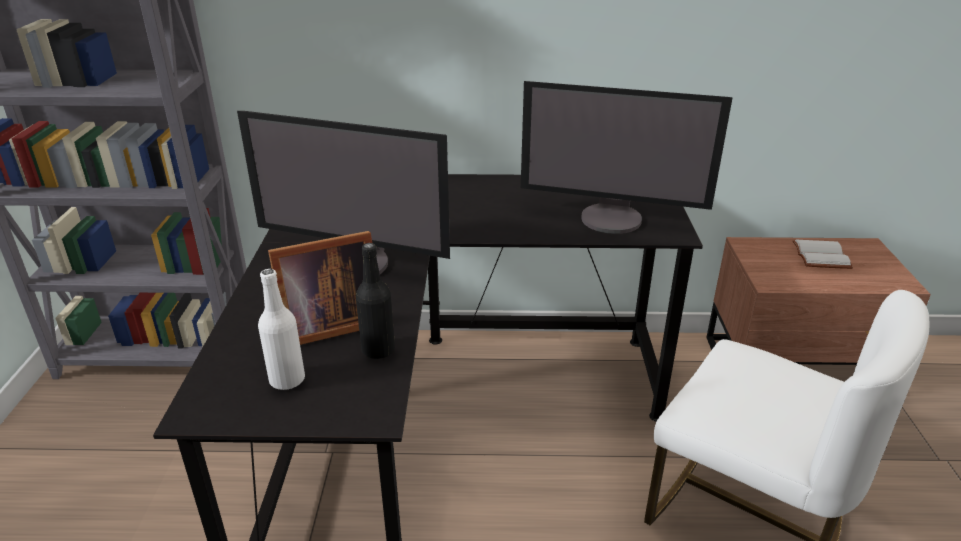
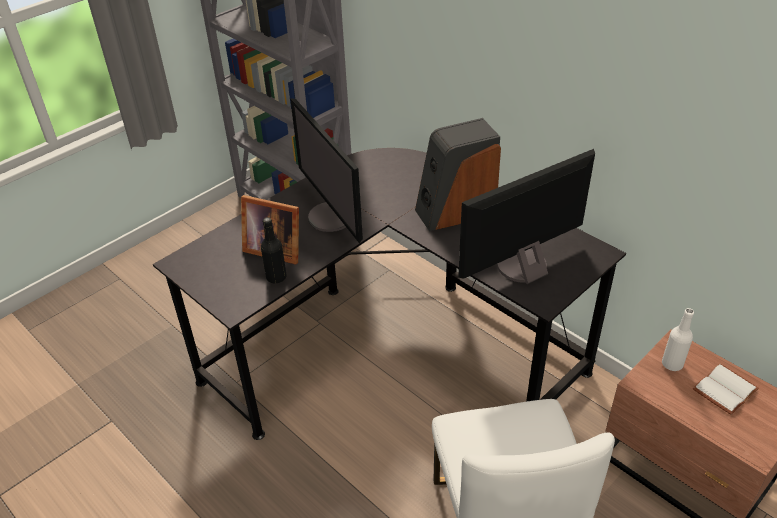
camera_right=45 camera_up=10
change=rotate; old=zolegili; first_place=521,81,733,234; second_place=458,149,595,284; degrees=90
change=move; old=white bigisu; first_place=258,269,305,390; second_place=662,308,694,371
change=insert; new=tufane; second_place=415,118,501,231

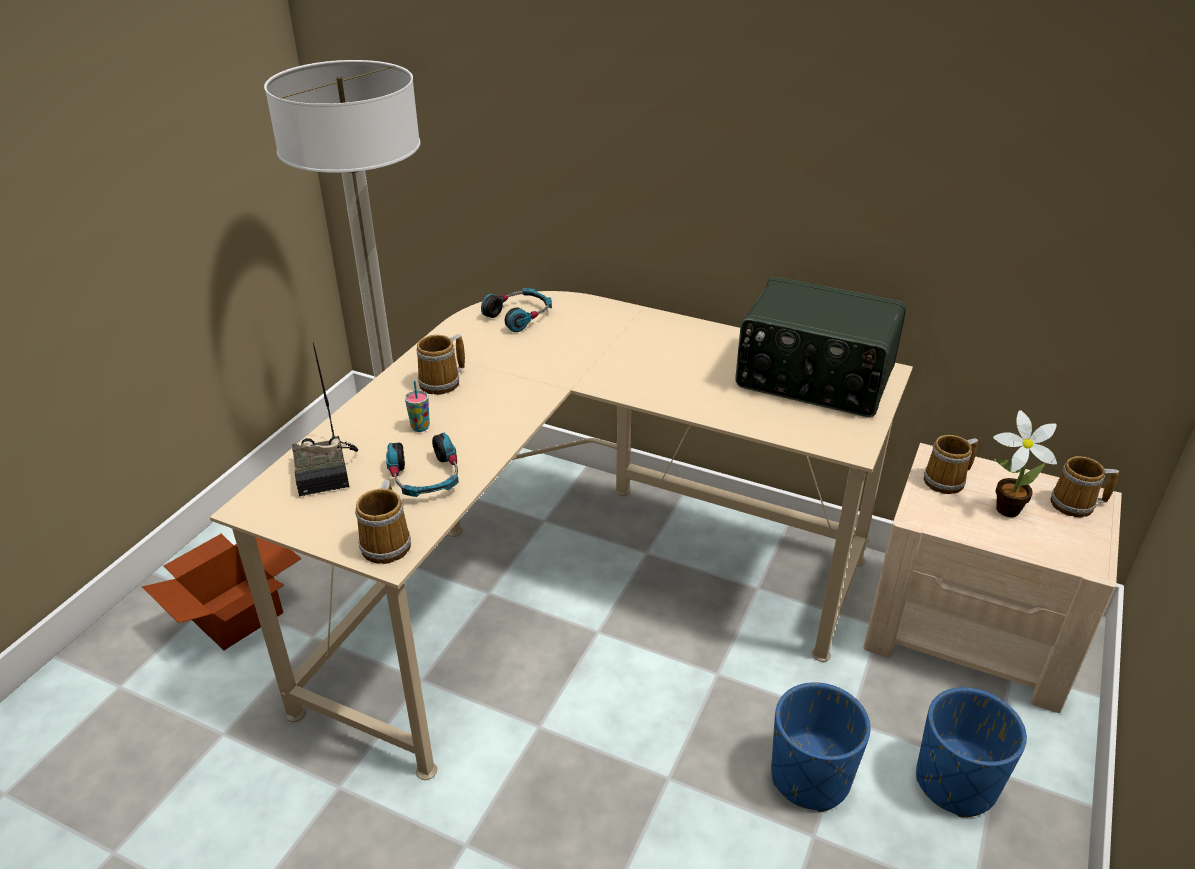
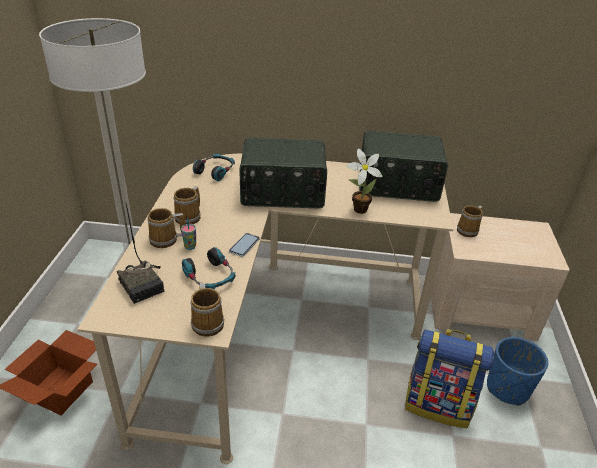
camera_right=-20 camera_up=0
change=move; old=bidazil; first_place=993,410,1057,517; second_place=346,149,383,214
change=move; old=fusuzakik; first_place=1051,456,1119,517; second_place=147,208,185,248
change=replace; old=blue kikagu; new=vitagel; first_place=771,682,871,812; second_place=405,329,494,428
change=insert; new=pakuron; second_place=239,138,327,208
change=insert; new=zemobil; second_place=229,233,260,257

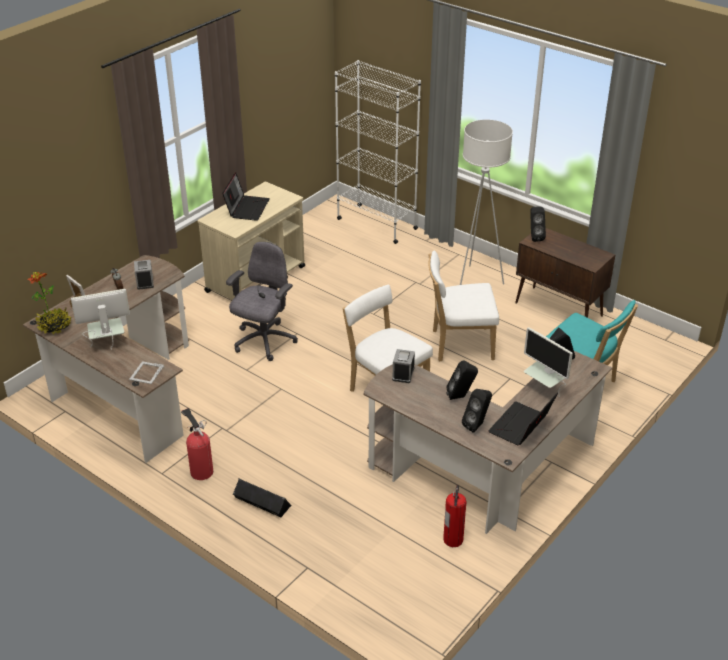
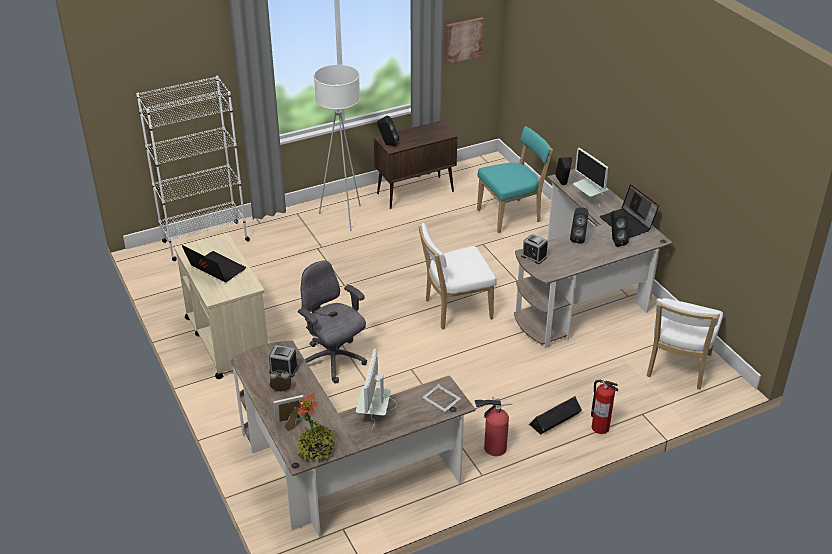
camera_right=-65 camera_up=0
change=move; old=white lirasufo; first_place=428,250,499,362; second_place=647,298,723,390
change=rotate; old=zolegili; first_place=524,327,573,397; second_place=573,148,608,207; degrees=75
change=move; old=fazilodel; first_place=443,485,467,547; second_place=591,380,618,434
change=insert; new=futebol; second_place=445,17,484,64

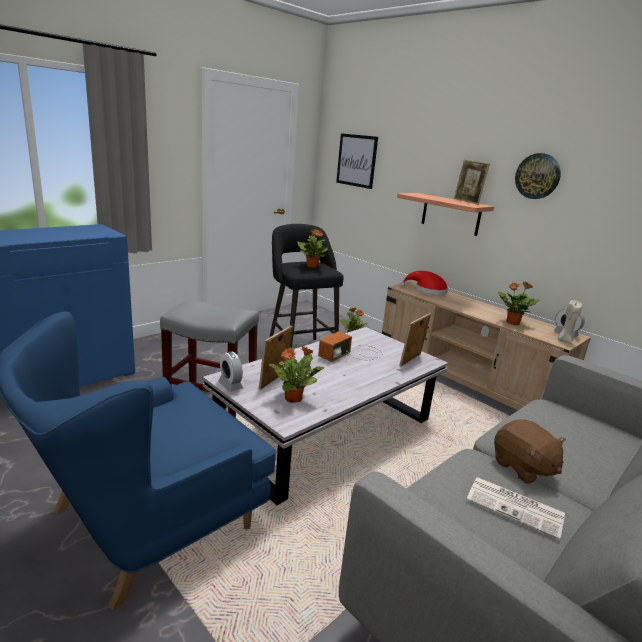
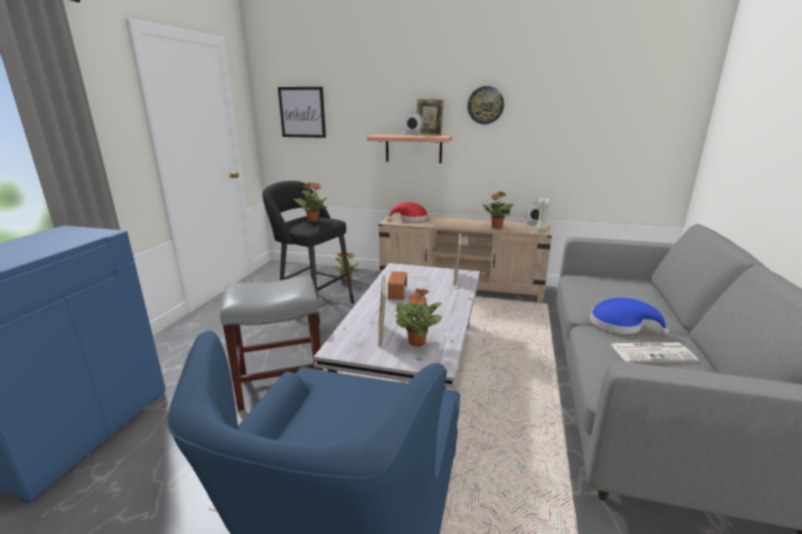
camera_right=-30 camera_up=0
change=move; old=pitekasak; first_place=218,351,243,392; second_place=403,112,424,136
change=replace; old=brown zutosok; new=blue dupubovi; first_place=494,419,566,484; second_place=590,298,669,335

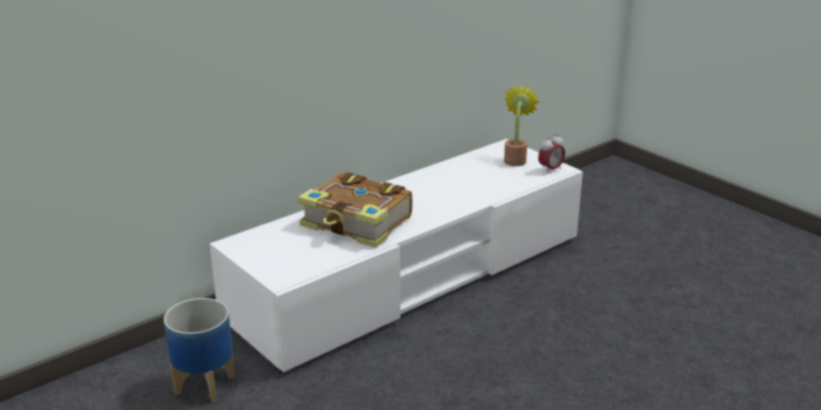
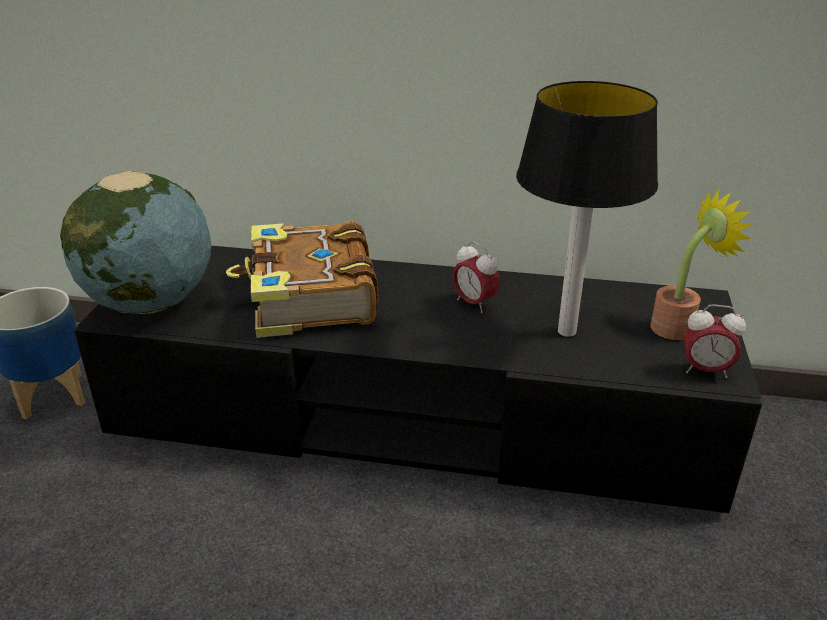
camera_right=50 camera_up=5
change=recolor; old=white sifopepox; new=black sifopepox; first_place=210,139,583,374; second_place=74,246,762,513
change=insert; new=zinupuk; second_place=516,81,658,337
change=insert; new=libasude; second_place=60,171,211,314
change=insert; new=pitekasak; second_place=452,241,500,313

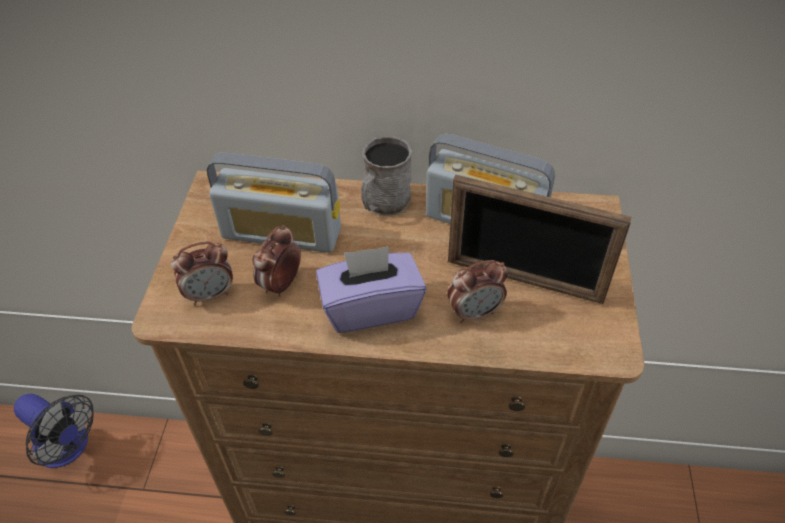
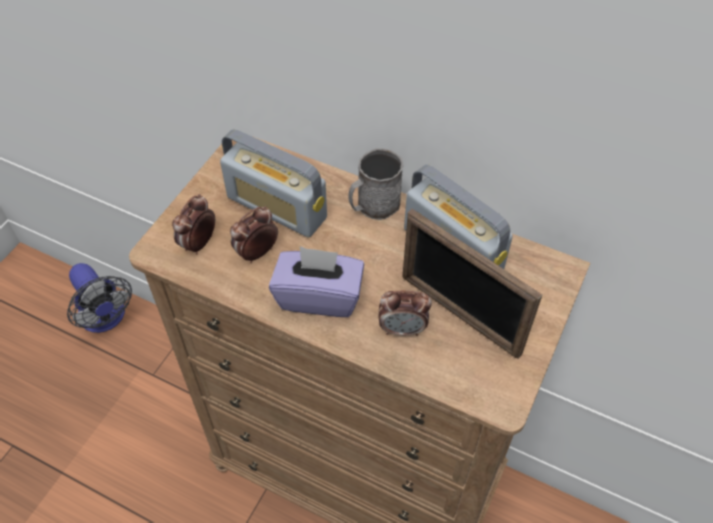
camera_right=20 camera_up=5
change=rotate; old=pitekasak; first_place=171,241,233,305; second_place=172,194,215,254; degrees=120

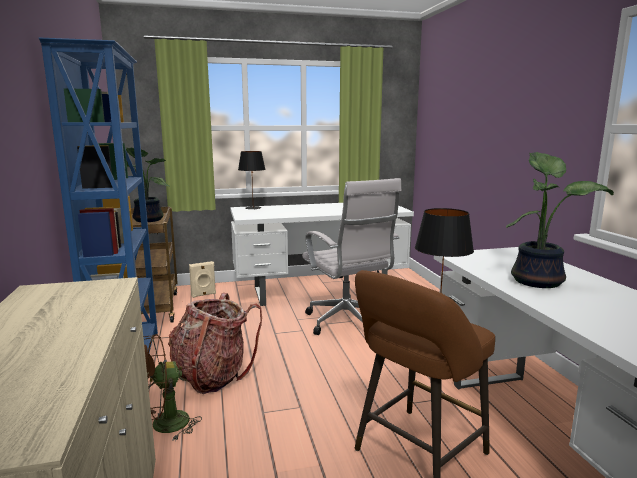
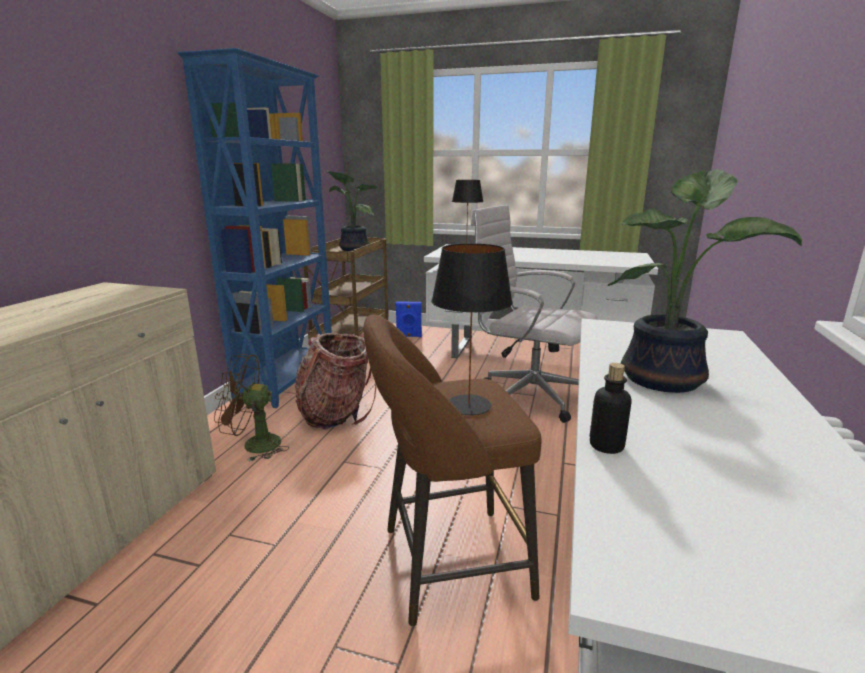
camera_right=30 camera_up=5
change=rotate; old=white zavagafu; first_place=302,178,401,335; second_place=471,205,597,423; degrees=120
change=recolor; old=beige tufane; new=blue tufane; first_place=189,261,216,298; second_place=395,302,422,337
change=insert; new=bigisu; second_place=589,363,632,454

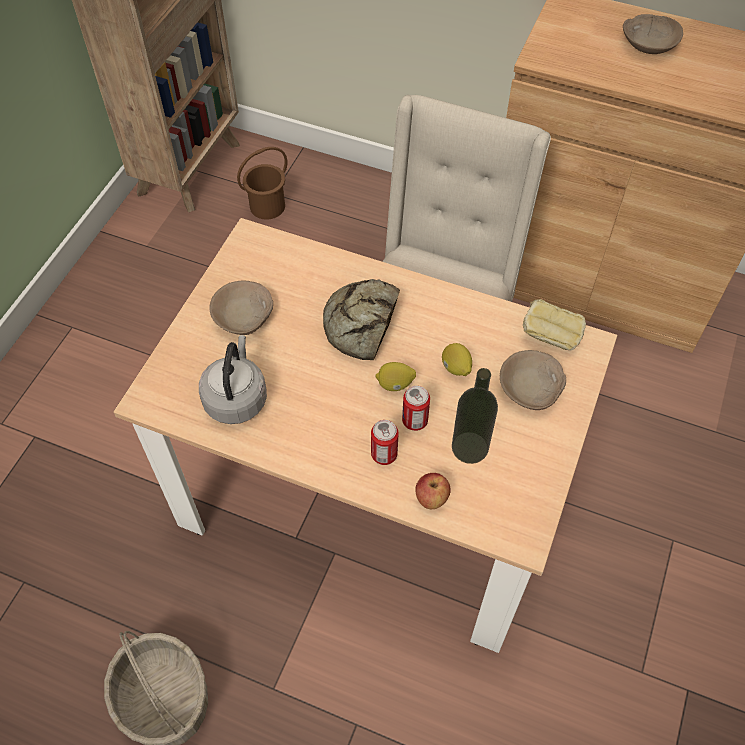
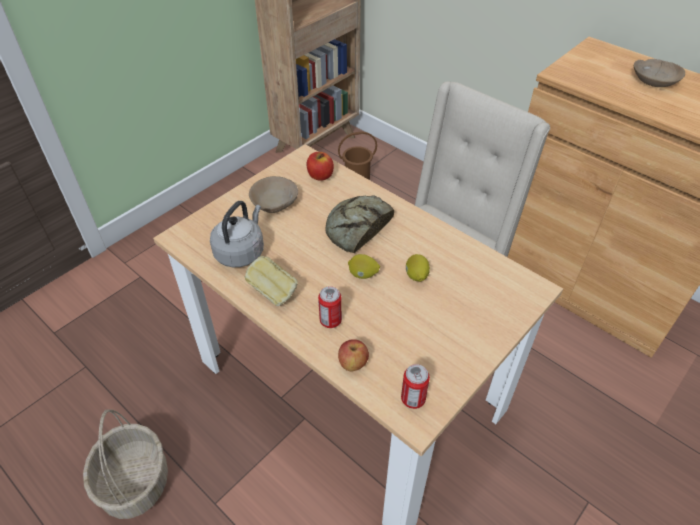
camera_right=20 camera_up=-10
change=move; old=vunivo; first_place=523,299,586,351; second_place=245,256,298,306
change=delete; old=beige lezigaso; first_place=500,350,566,410
change=delete; old=bigisu; first_place=452,368,498,464
change=move; old=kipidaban; first_place=402,386,430,431; second_place=401,364,430,409
change=insert; new=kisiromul; second_place=307,152,334,181

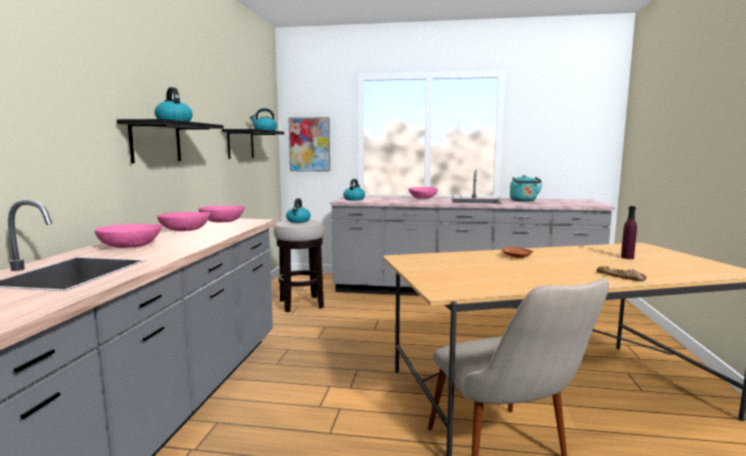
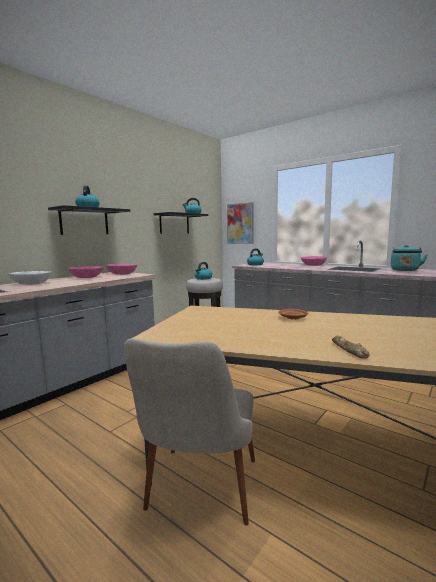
camera_right=30 camera_up=0
change=delete; old=purple bigisu; first_place=621,206,637,259
change=recolor; old=pink lezigaso; new=white lezigaso; first_place=95,224,162,248; second_place=9,271,52,285

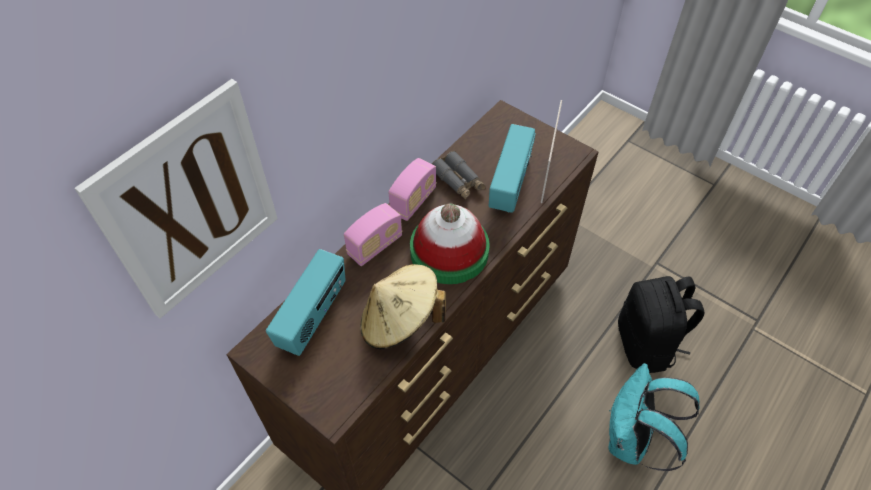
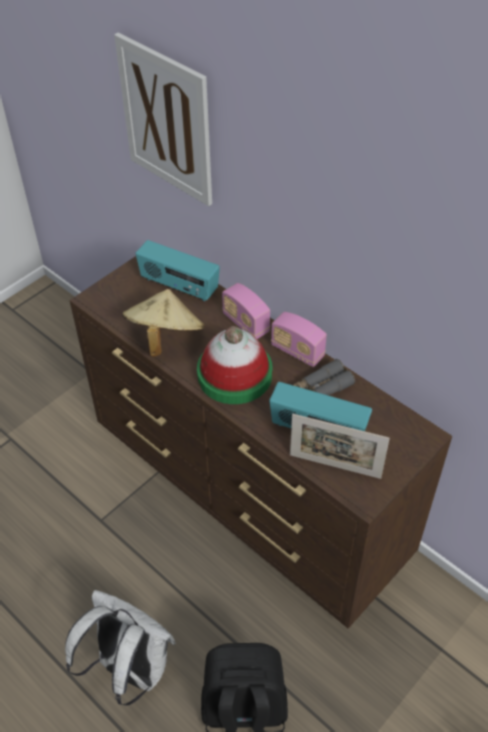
camera_right=95 camera_up=-5
change=recolor; old=turquoise vitagel; new=white vitagel; first_place=608,363,700,471; second_place=65,590,176,705

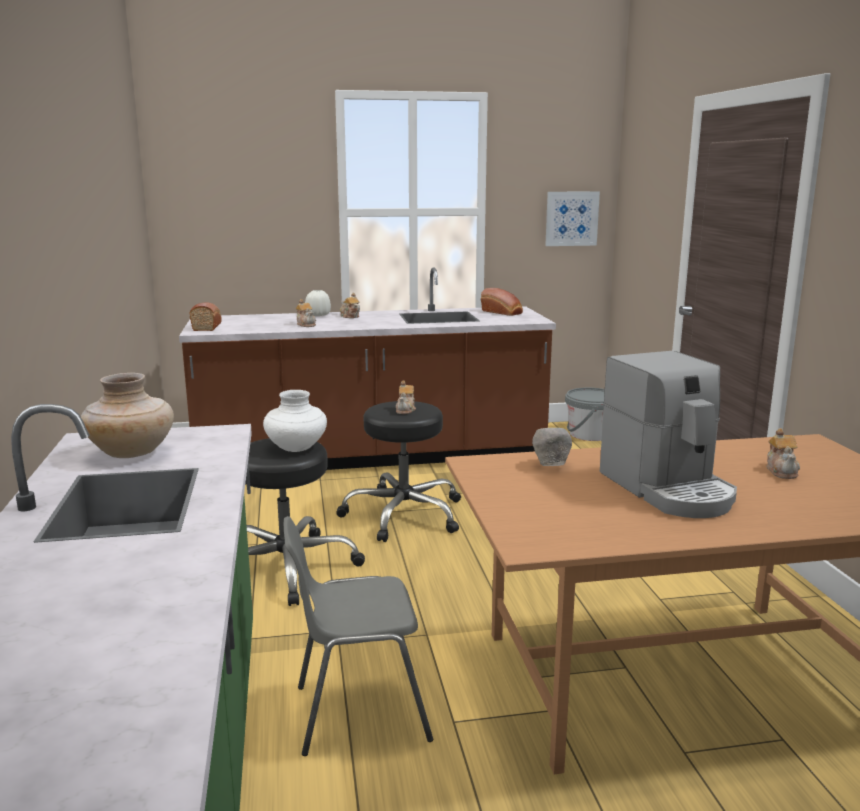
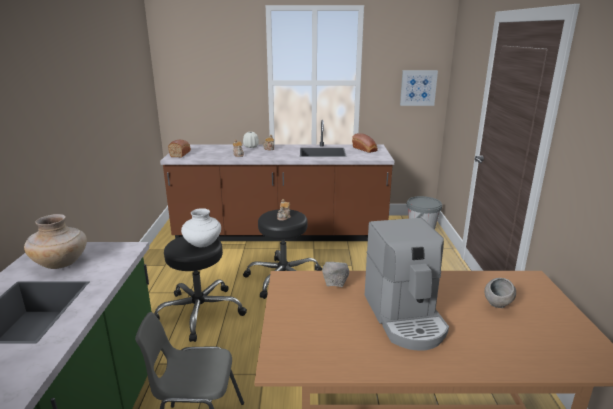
camera_right=10 camera_up=5
change=replace; old=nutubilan; new=grey lezigaso; first_place=766,428,800,479; second_place=484,278,516,309

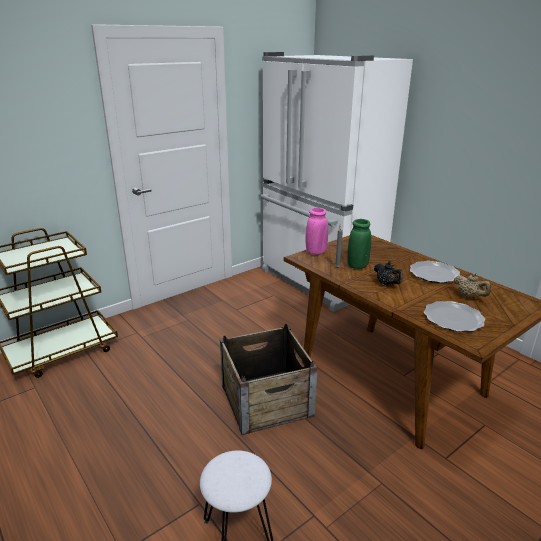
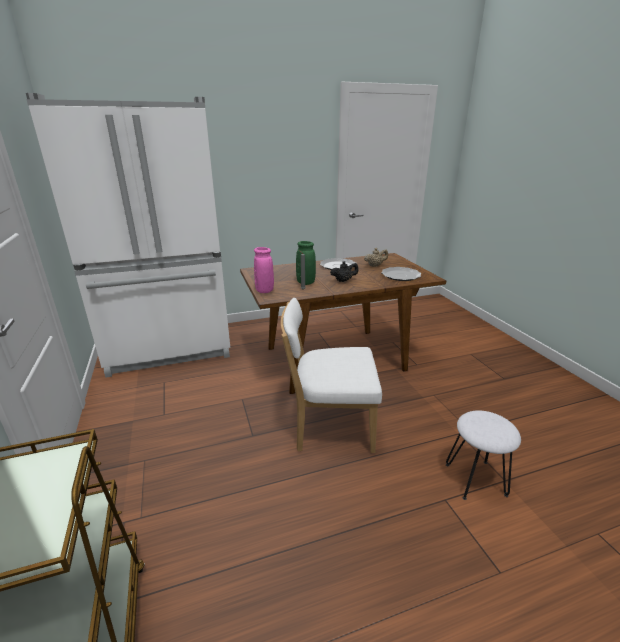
camera_right=-70 camera_up=0
change=replace; old=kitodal; new=white lirasufo; first_place=220,324,318,435; second_place=281,298,382,453

